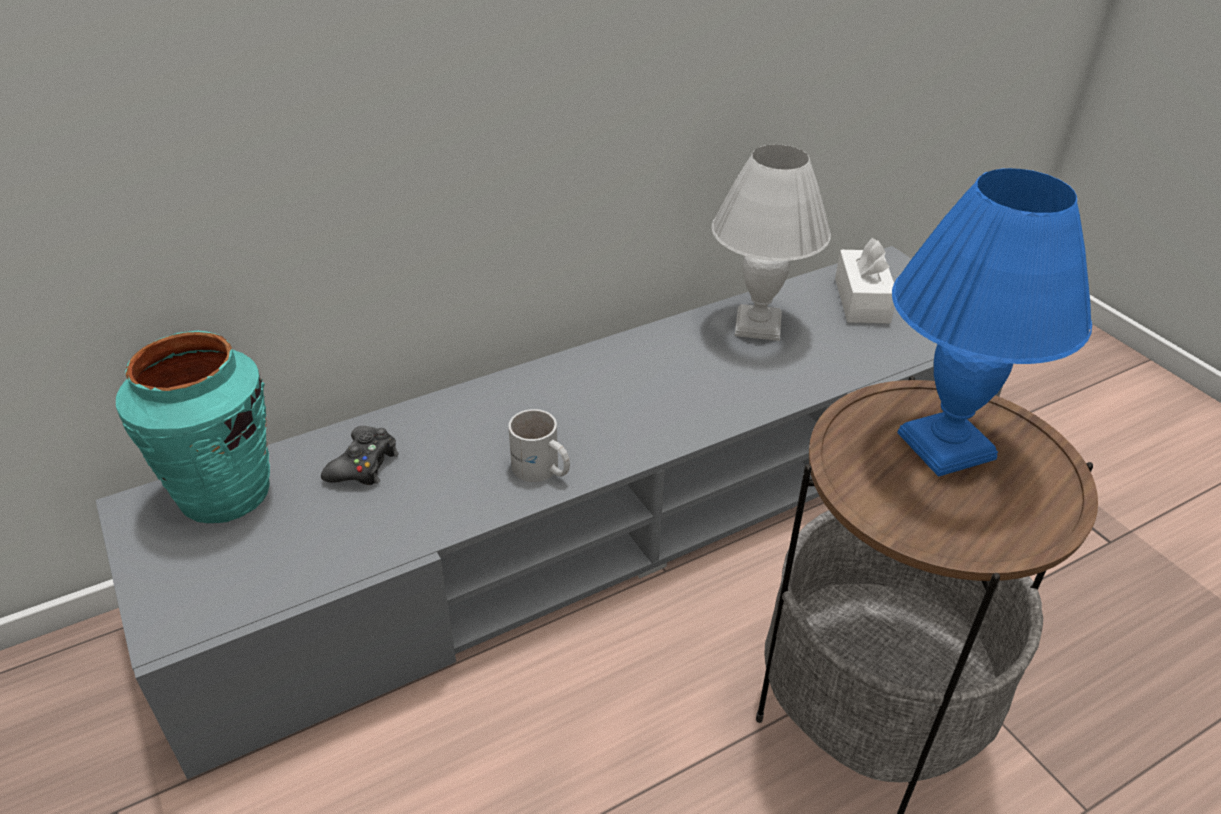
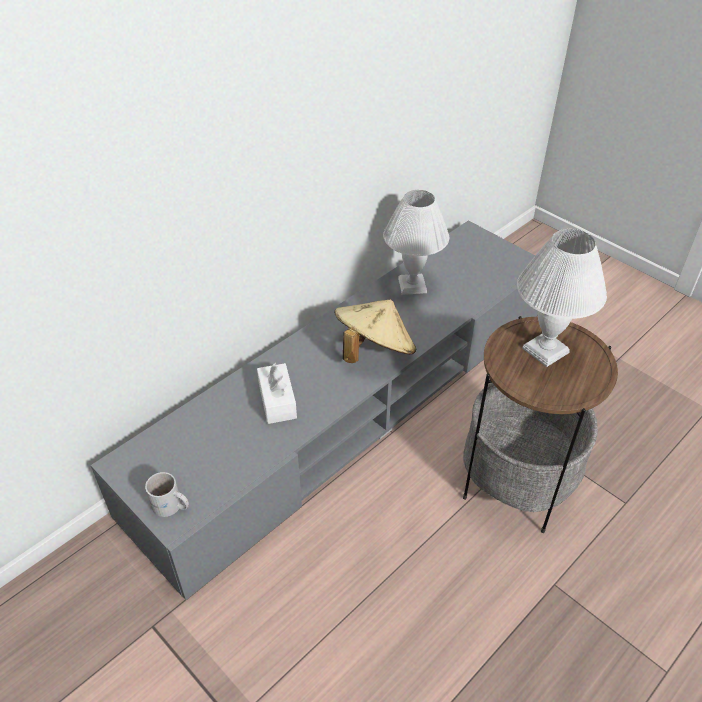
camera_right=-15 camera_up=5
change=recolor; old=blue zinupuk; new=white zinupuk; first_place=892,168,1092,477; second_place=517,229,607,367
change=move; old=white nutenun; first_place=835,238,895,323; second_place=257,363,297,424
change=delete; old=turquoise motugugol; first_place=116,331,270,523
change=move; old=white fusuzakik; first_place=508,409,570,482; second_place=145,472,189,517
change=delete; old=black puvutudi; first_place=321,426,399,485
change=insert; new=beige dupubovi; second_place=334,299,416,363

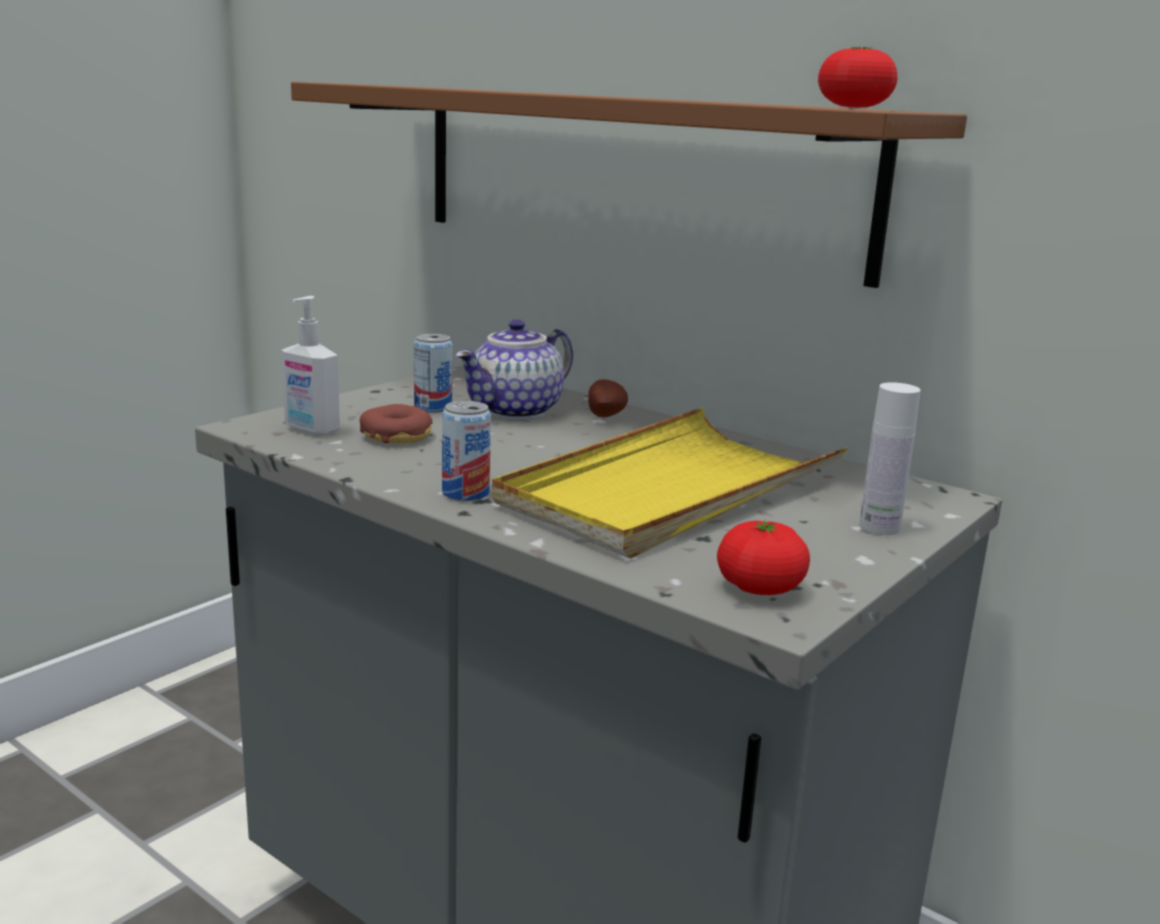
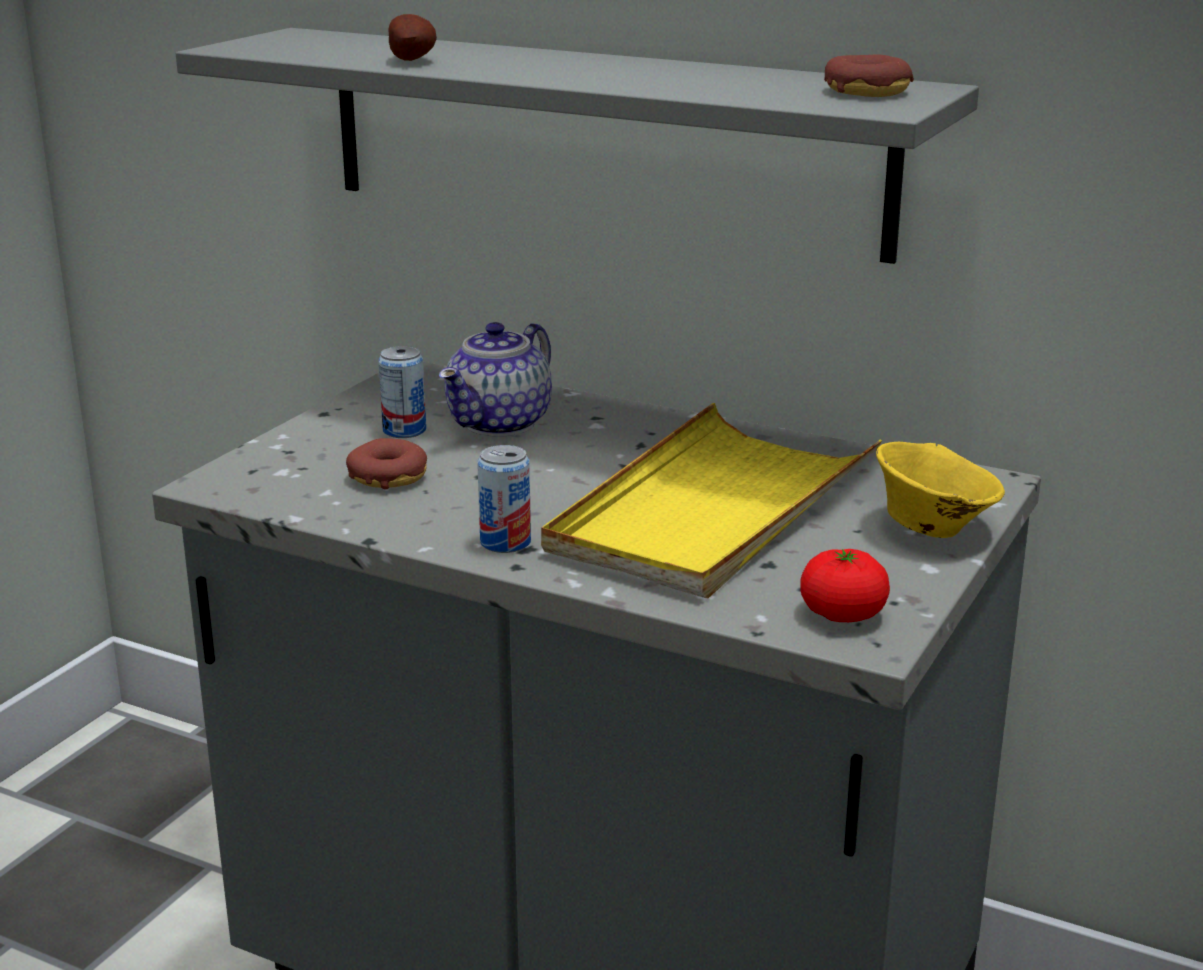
camera_right=-10 camera_up=5
change=replace; old=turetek; new=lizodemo; first_place=818,47,897,108; second_place=824,54,914,97
change=recolor; old=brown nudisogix; new=grey nudisogix; first_place=291,82,967,288; second_place=176,28,979,264
change=delete; old=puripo; first_place=281,296,340,436
change=move; old=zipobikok; first_place=588,379,628,417; second_place=388,14,437,61
change=replace; old=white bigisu; new=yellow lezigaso; first_place=859,382,921,535; second_place=876,442,1005,538

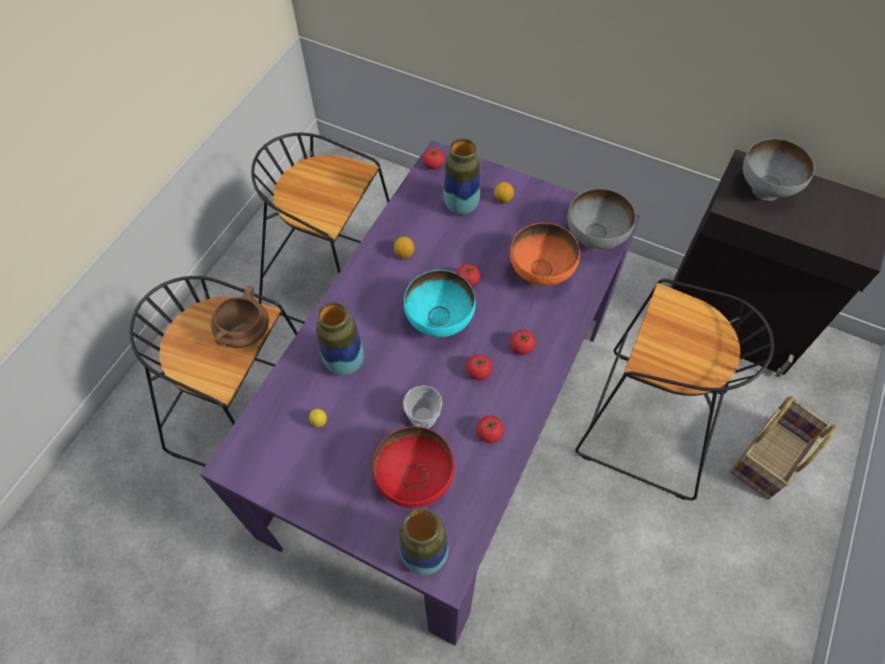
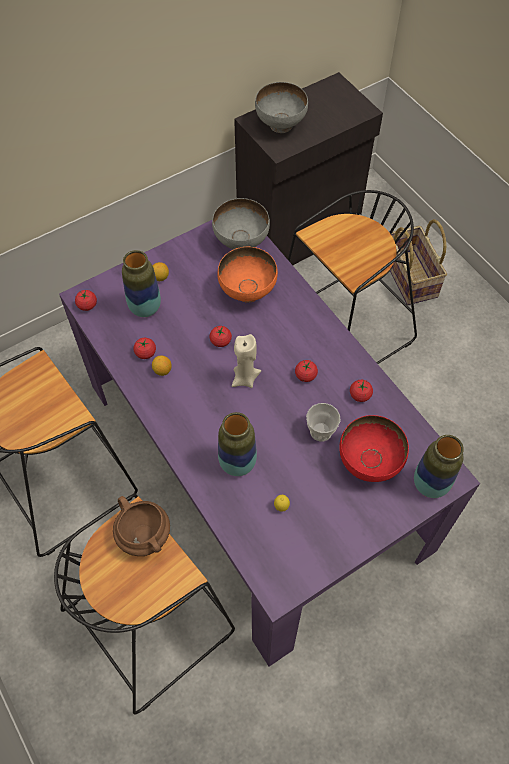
camera_right=-60 camera_up=0
change=replace; old=turquoise lezigaso; new=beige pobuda; first_place=404,270,476,337; second_place=232,334,261,388
change=move; old=turetek; first_place=510,330,536,355; second_place=133,338,156,359

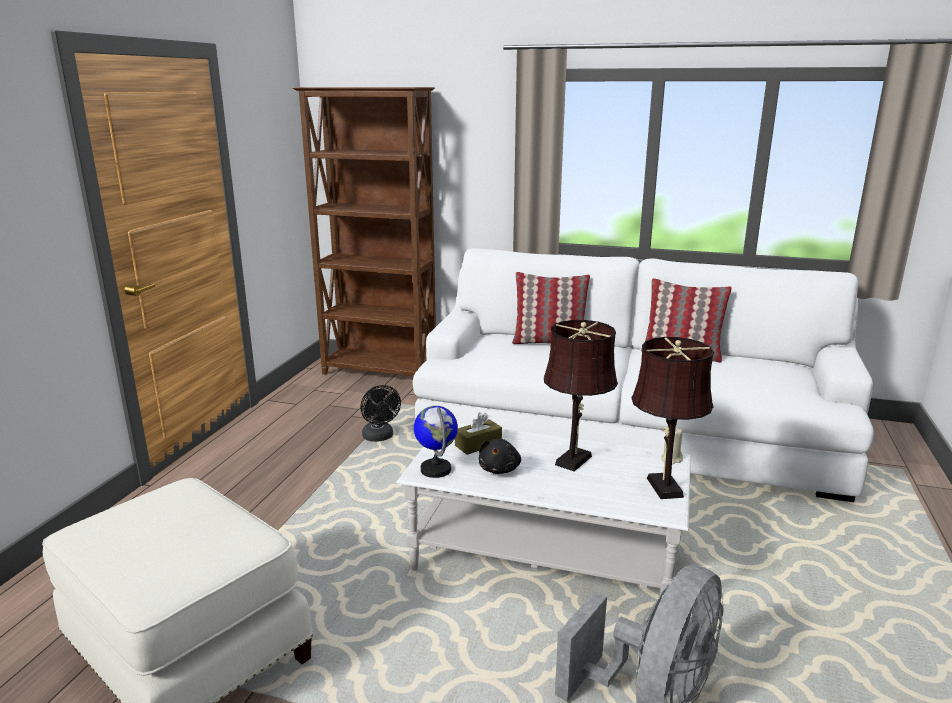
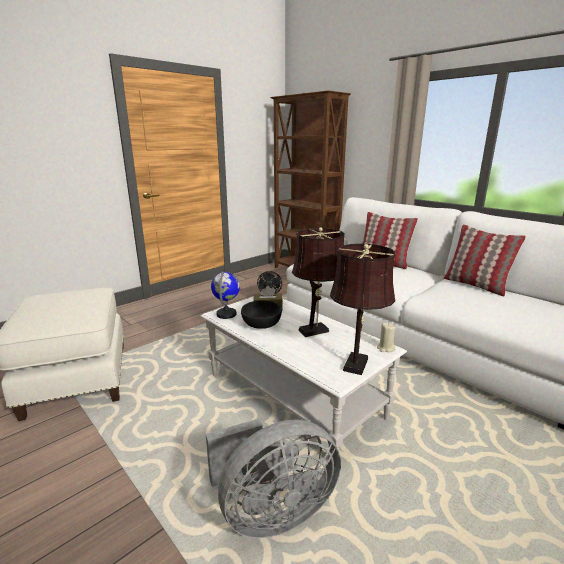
camera_right=30 camera_up=0
change=replace; old=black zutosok; new=black lezigaso; first_place=479,439,521,474; second_place=241,300,282,329

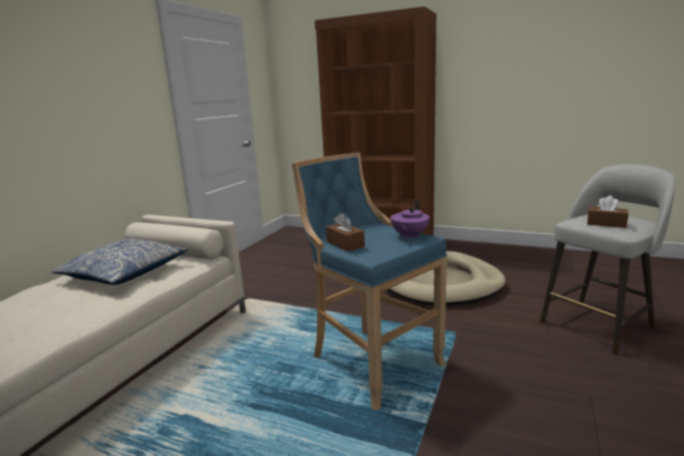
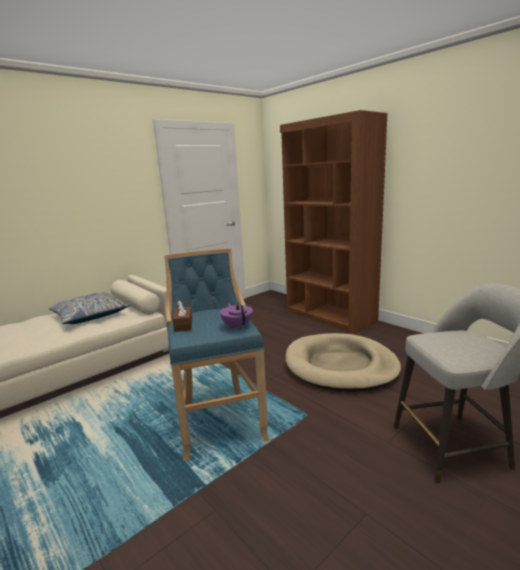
camera_right=25 camera_up=0
change=delete; old=brown nutenun; first_place=587,196,628,228
change=rotate; old=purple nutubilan; first_place=390,199,429,239; second_place=220,303,253,330; degrees=105

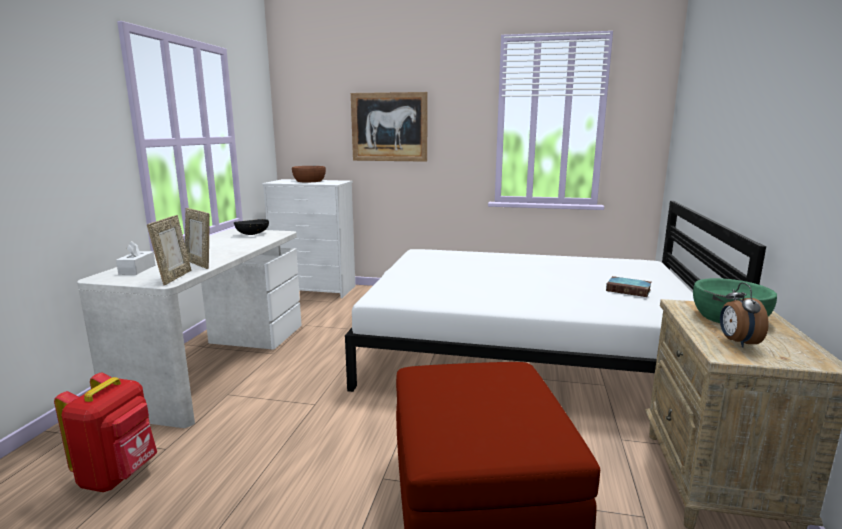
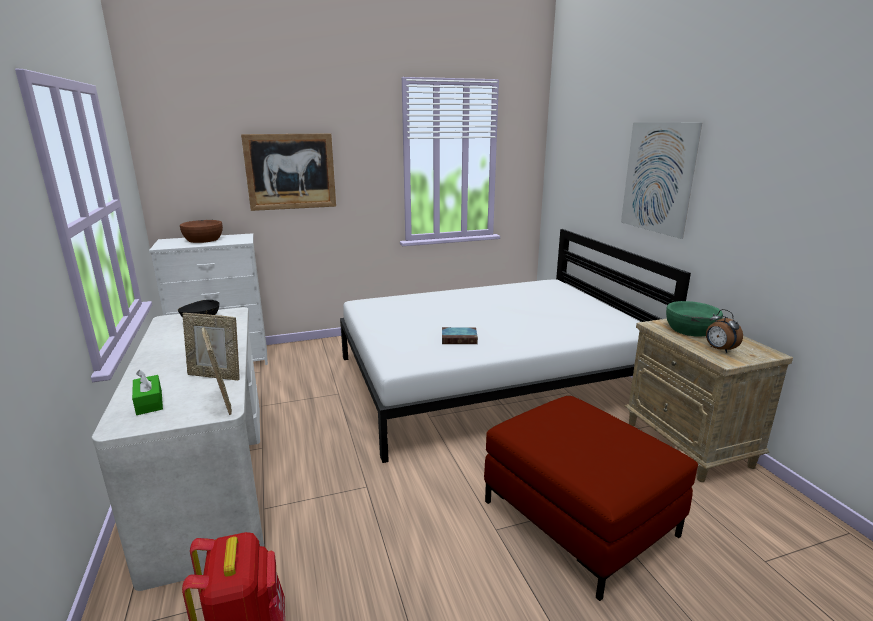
camera_right=-30 camera_up=5
change=recolor; old=white nutenun; new=green nutenun; first_place=116,241,155,275; second_place=132,369,163,415
change=move; old=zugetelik; first_place=606,276,652,297; second_place=442,327,478,344
change=insert; new=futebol; second_place=621,122,702,239

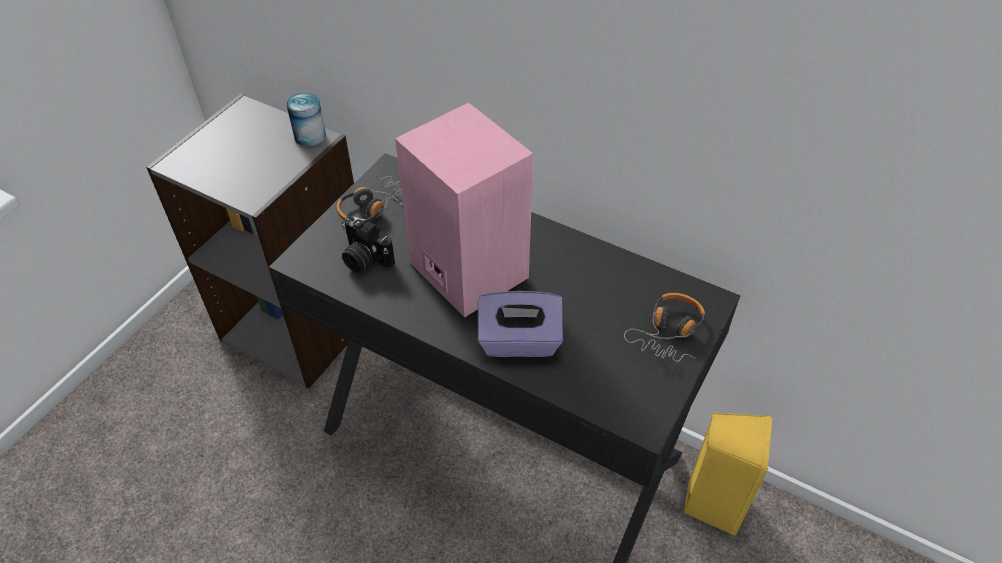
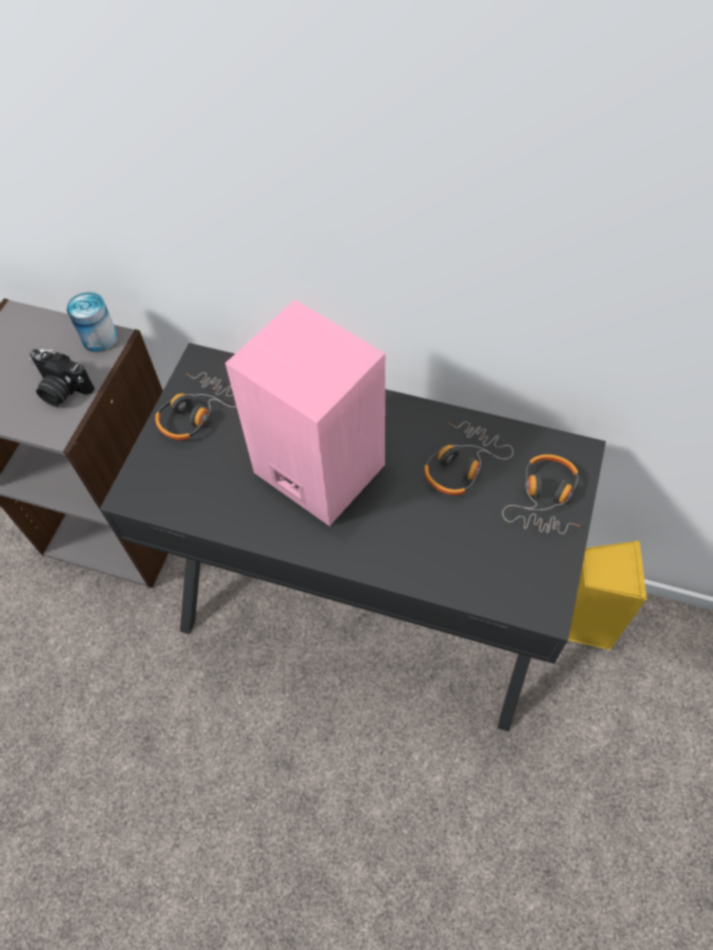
camera_right=-10 camera_up=10
change=move; old=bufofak; first_place=342,216,395,273; second_place=29,349,95,407
change=delete; old=purple nutenun; first_place=478,291,563,357
change=insert; new=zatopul; second_place=424,421,513,495

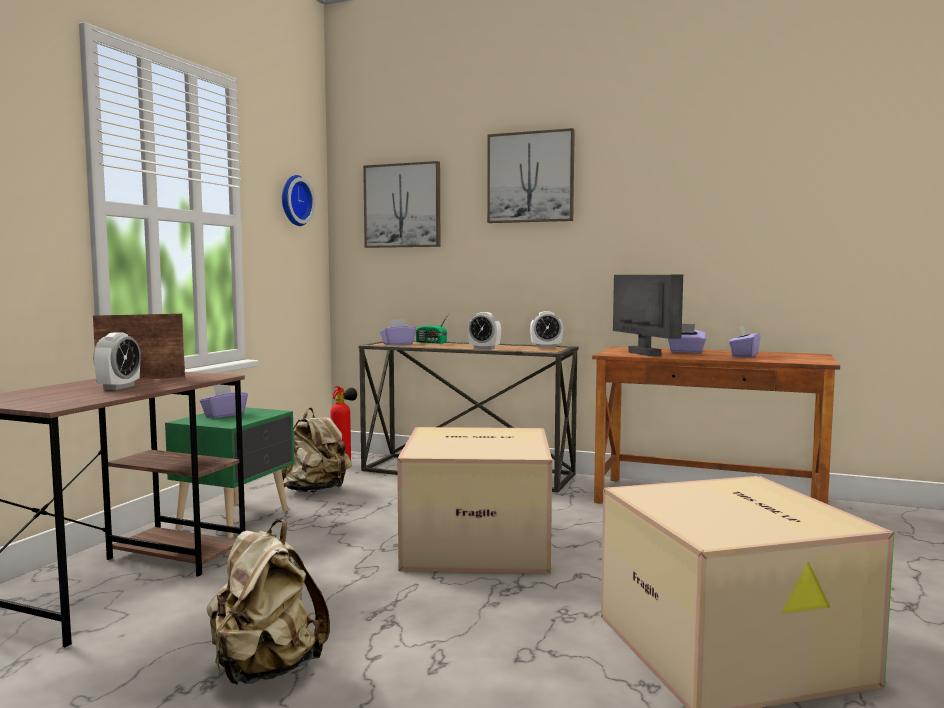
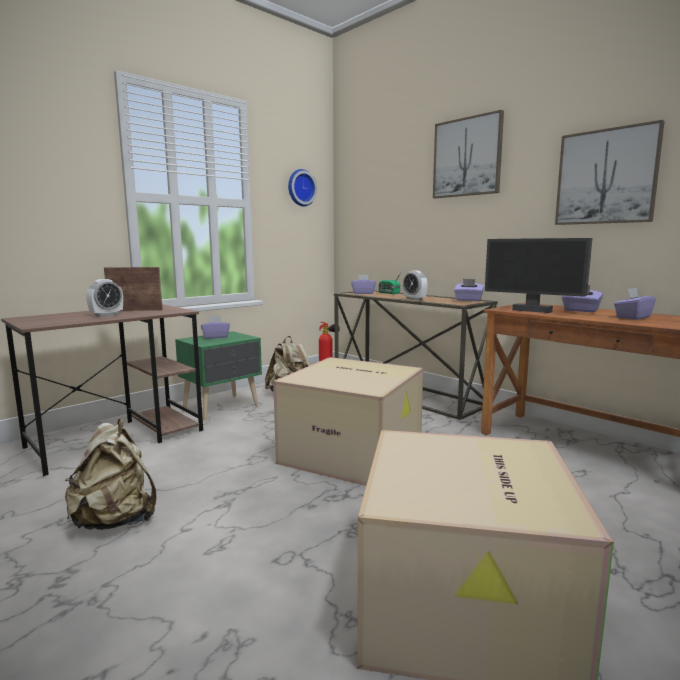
camera_right=25 camera_up=5
change=move; old=futebol; first_place=363,161,440,248; second_place=555,120,665,225
change=rotate; old=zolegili; first_place=613,275,683,356; second_place=485,238,592,313; degrees=120
change=replace; old=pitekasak; new=purple nutenun; first_place=530,311,563,347; second_place=454,279,484,301

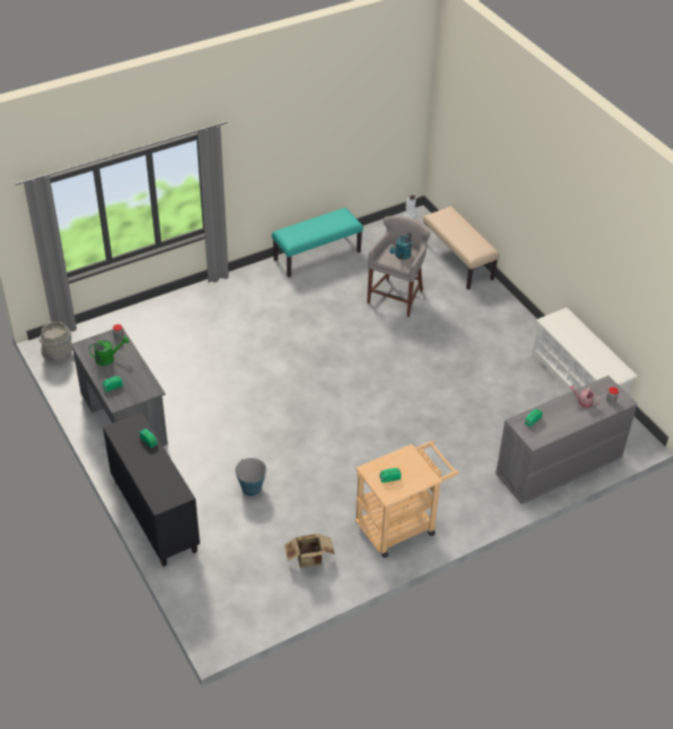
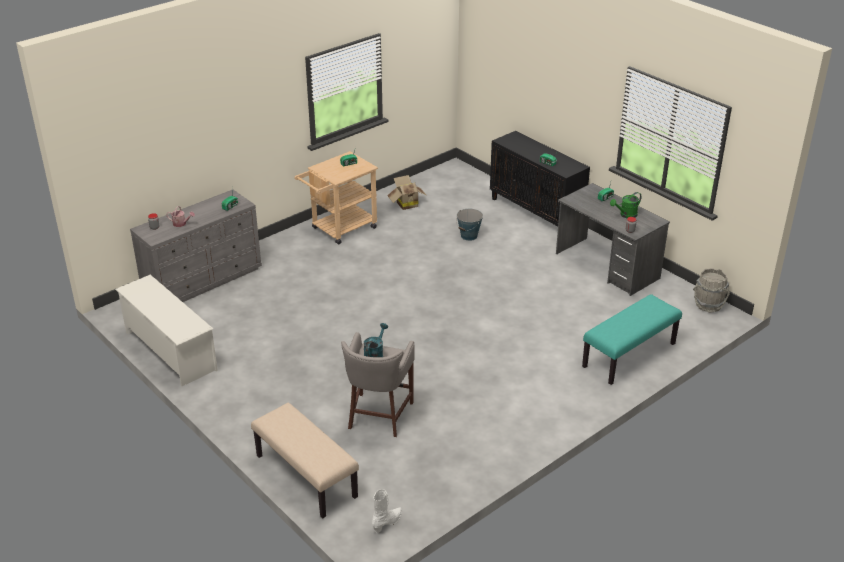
camera_right=170 camera_up=-10
change=move; old=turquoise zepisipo; first_place=272,208,363,277; second_place=582,294,682,385

